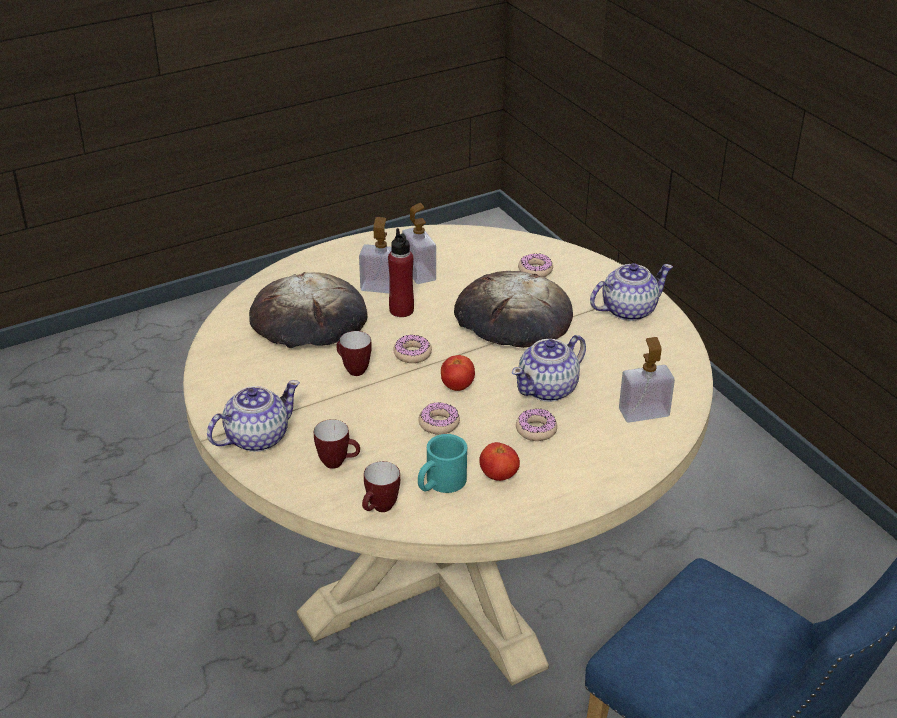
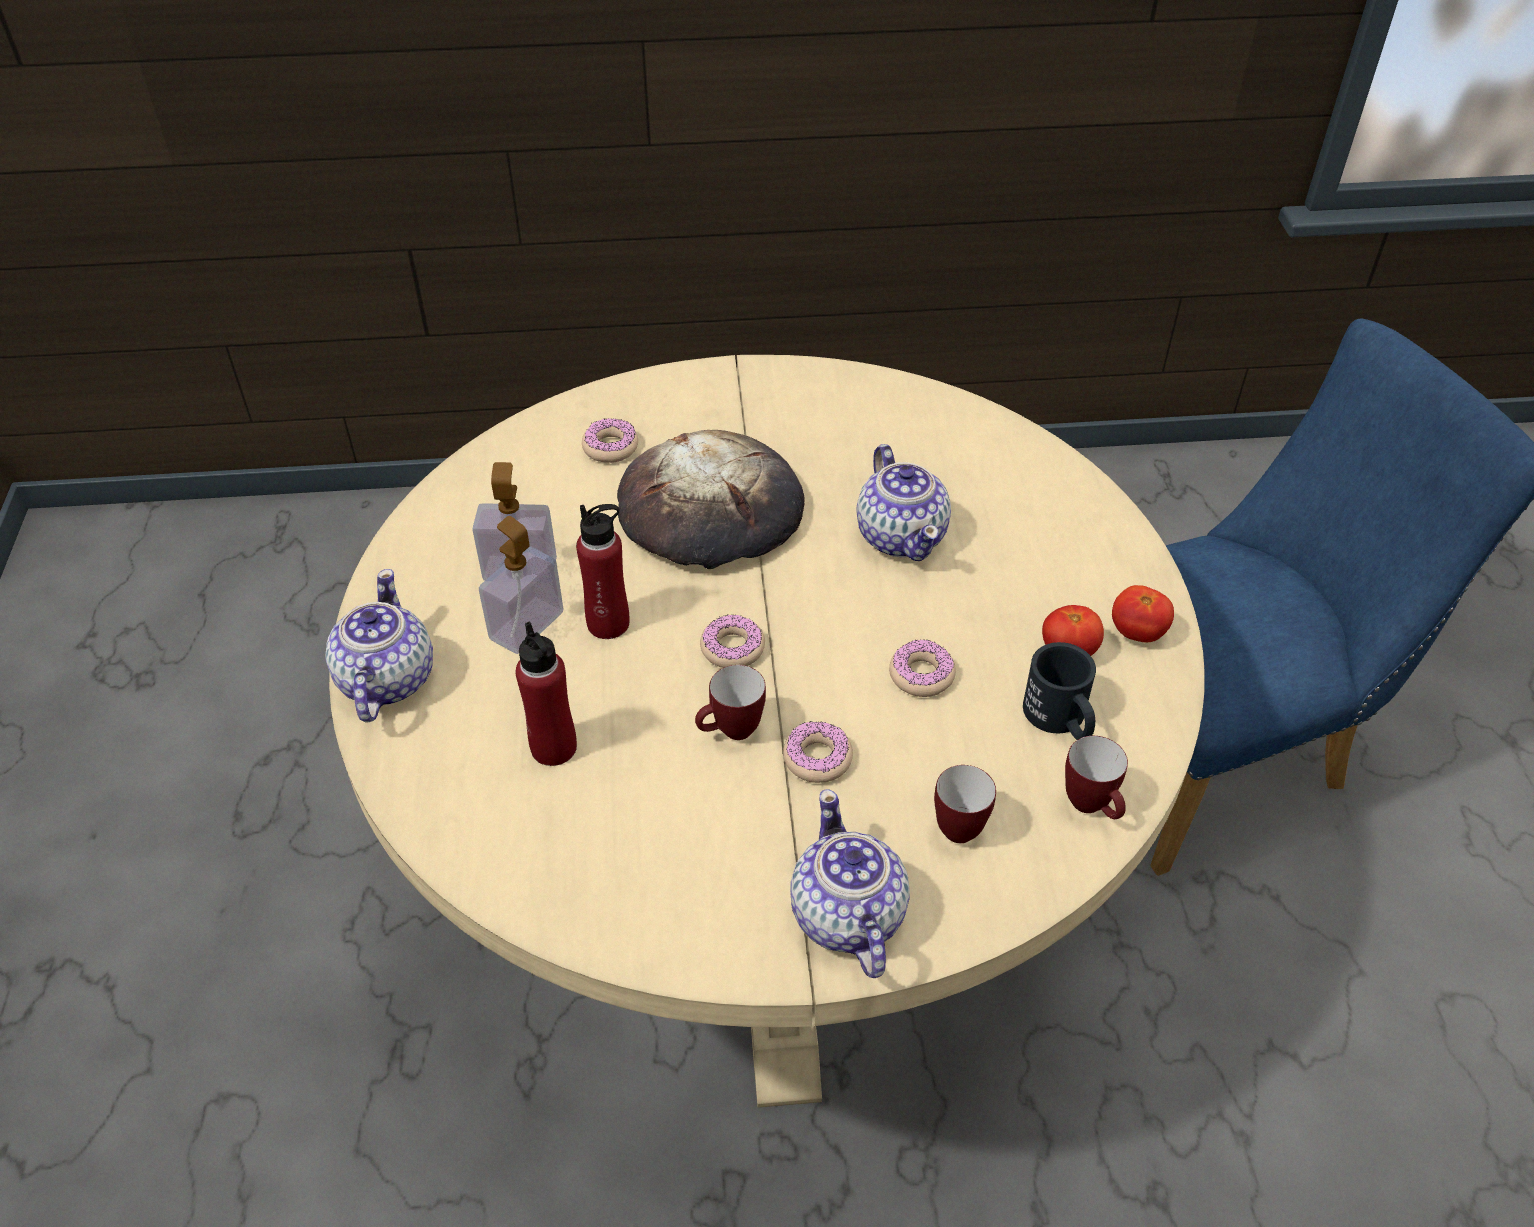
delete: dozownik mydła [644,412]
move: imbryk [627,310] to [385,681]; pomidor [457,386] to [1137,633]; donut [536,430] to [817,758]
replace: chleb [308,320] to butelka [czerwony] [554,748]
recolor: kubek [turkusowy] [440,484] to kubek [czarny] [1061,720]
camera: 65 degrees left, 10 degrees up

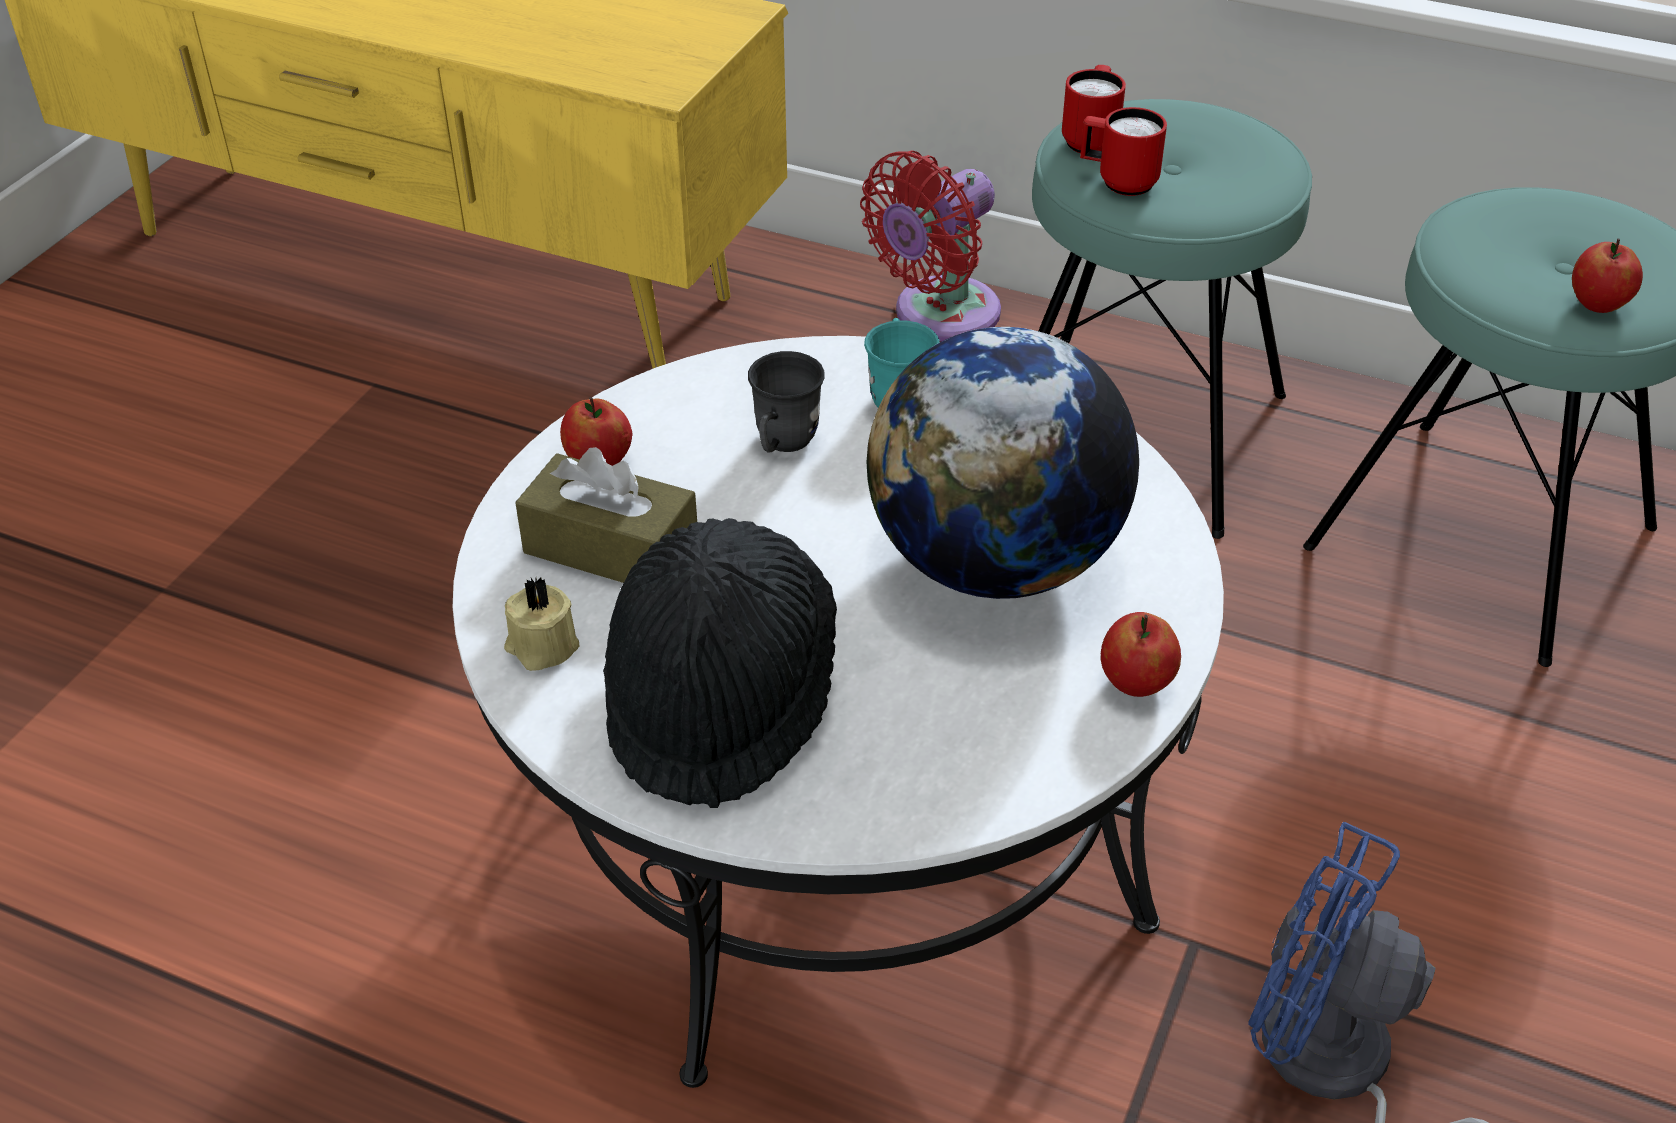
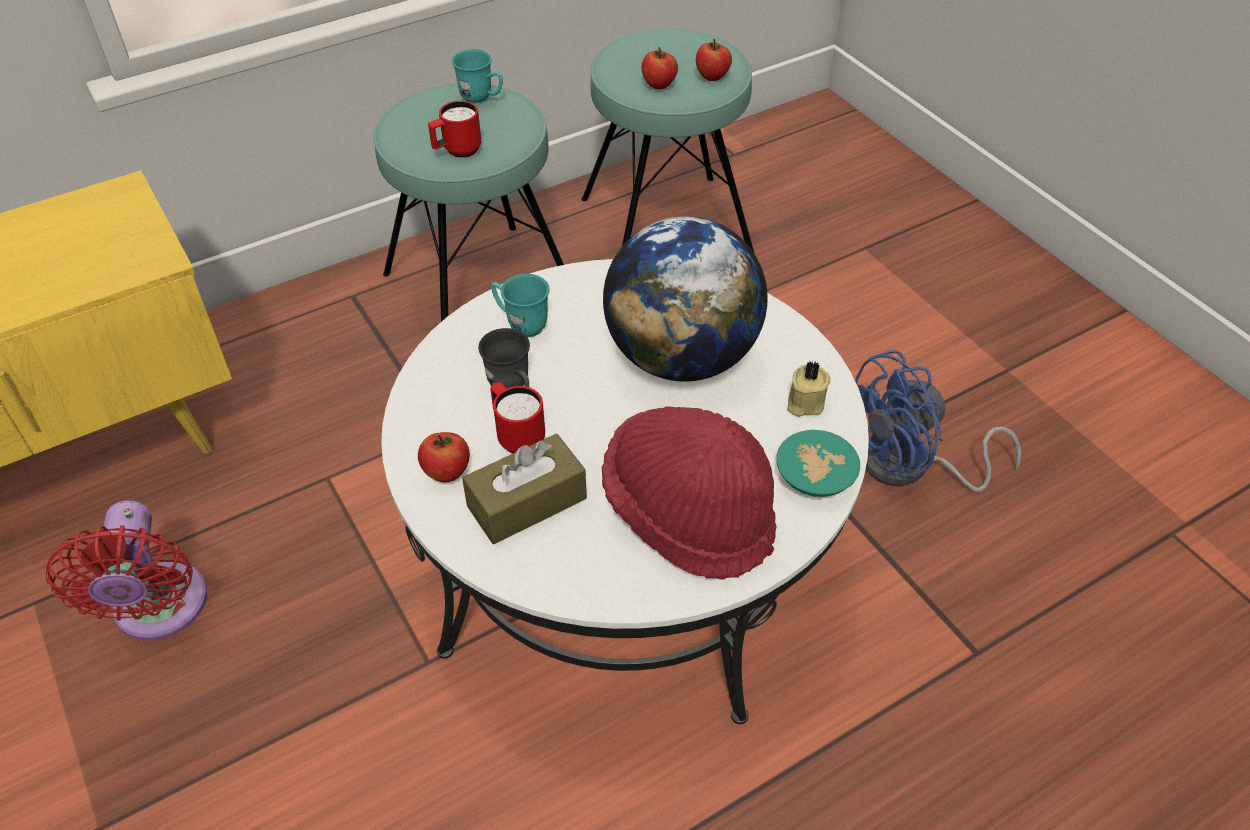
insert: kubek [turkusowy] [482,98]; miska [turkusowy] [814,479]
move: kubek [czerwony] [1091,139] to [517,436]; wentylator [czerwony] [939,316] to [159,611]; świeca [beżowy] [541,647] to [804,403]; jabłko [1136,683] to [659,85]
recolor: kapelusz [czarny] [720,699] to kapelusz [czerwony] [689,513]
camera: 55 degrees left, 5 degrees up

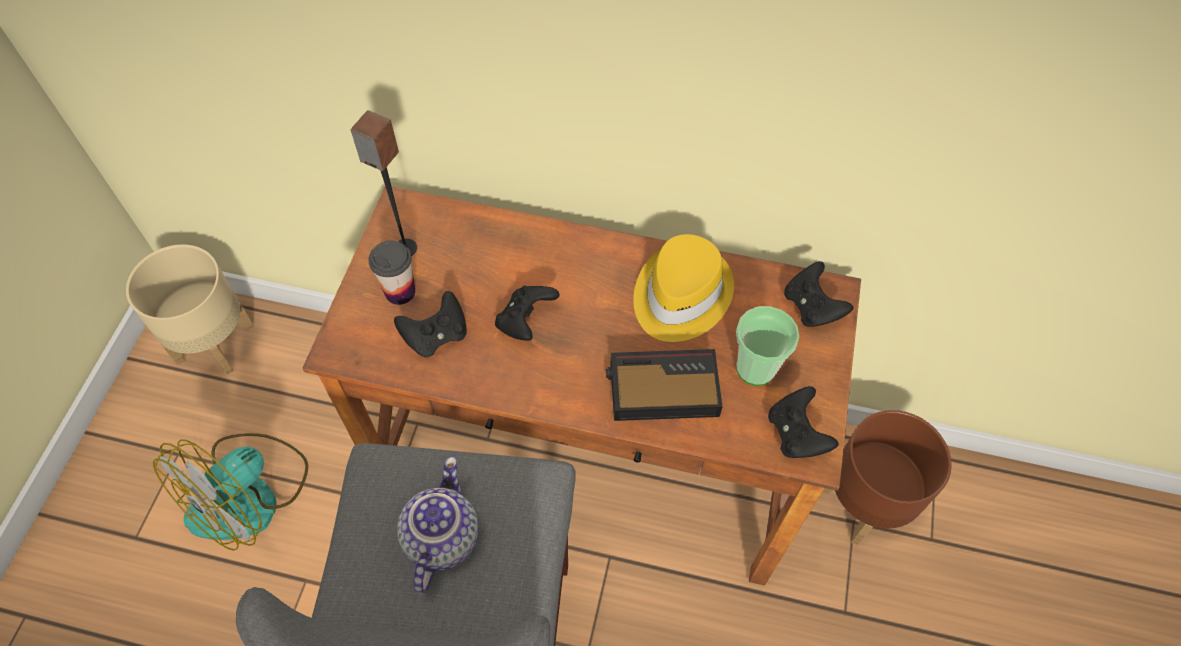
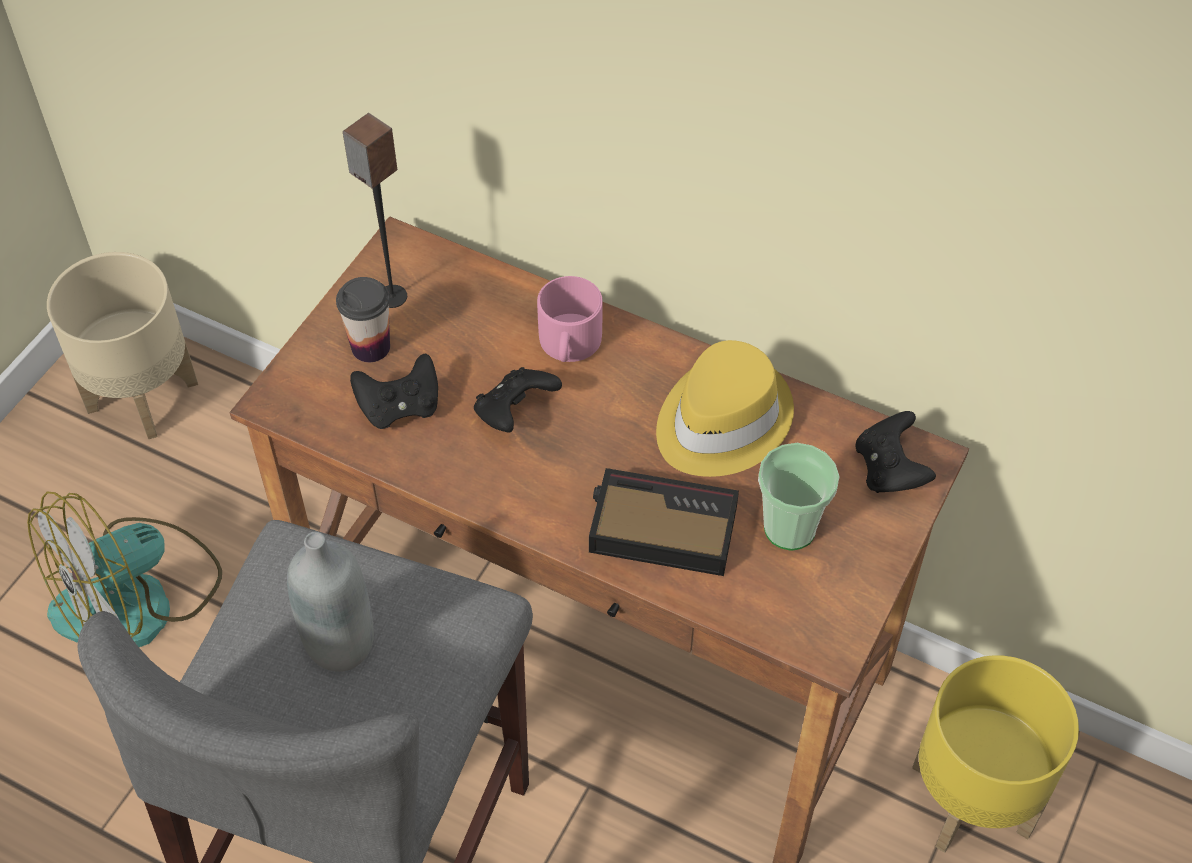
delete: pad do gier [czarny] [796,434]
insert: kubek [różowy] [569,344]
replace: imbryk [440,537] to butelka [szary] [340,644]
recolor: donica [brązowy] [865,502] to donica [żółty] [973,799]
camera: 15 degrees right, 5 degrees down

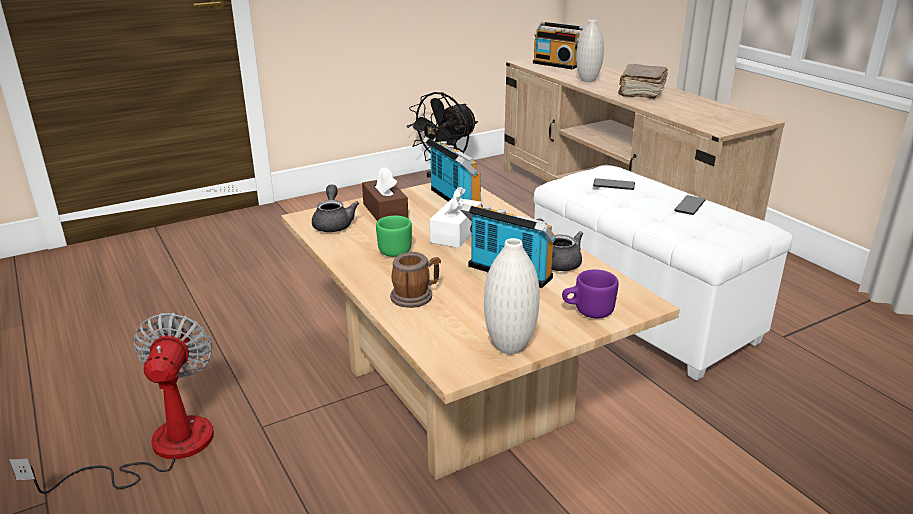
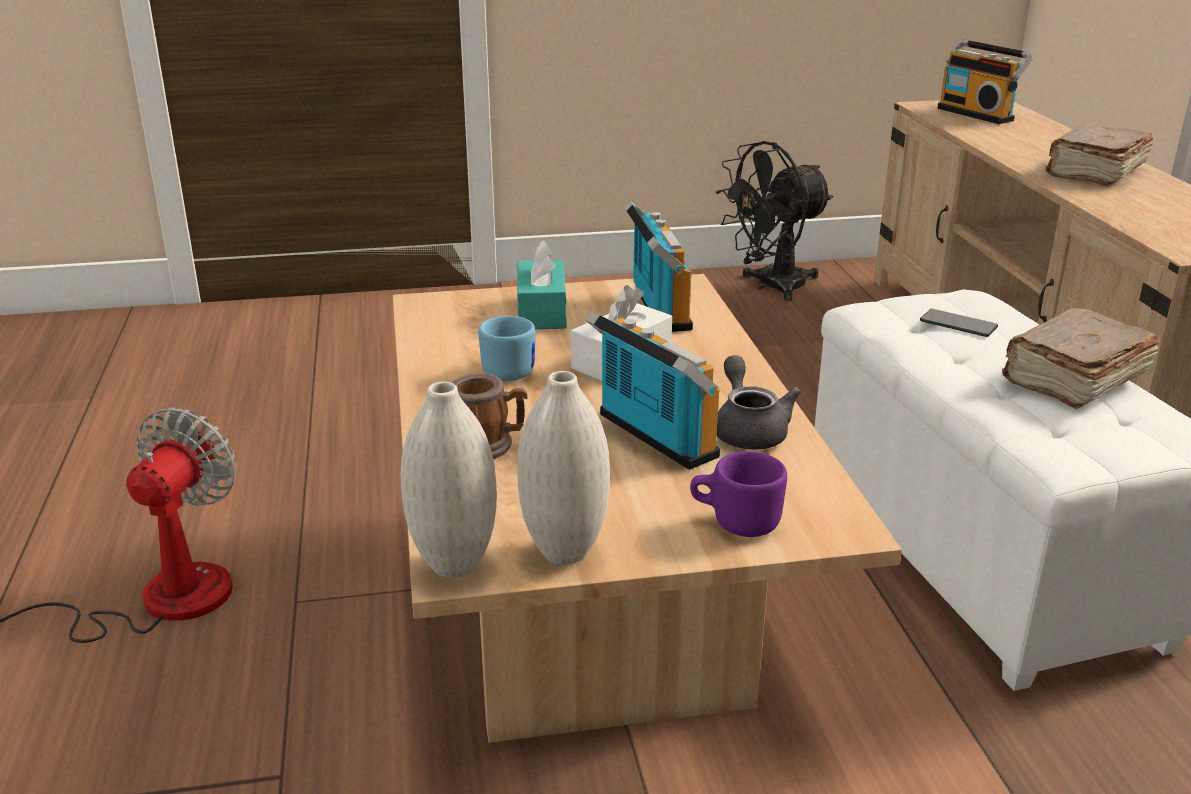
delete: imbryk [szary] [333,223]
move: wazon [biały] [587,80] to [454,565]
replace: telefon [689,206] to książka [brązowy] [1073,379]
recolor: pudełko chusteczek [brązowy] [385,211] to pudełko chusteczek [turkusowy] [541,311]; kubek [zielony] [392,249] to kubek [niebieski] [507,369]
camera: 20 degrees right, 0 degrees up

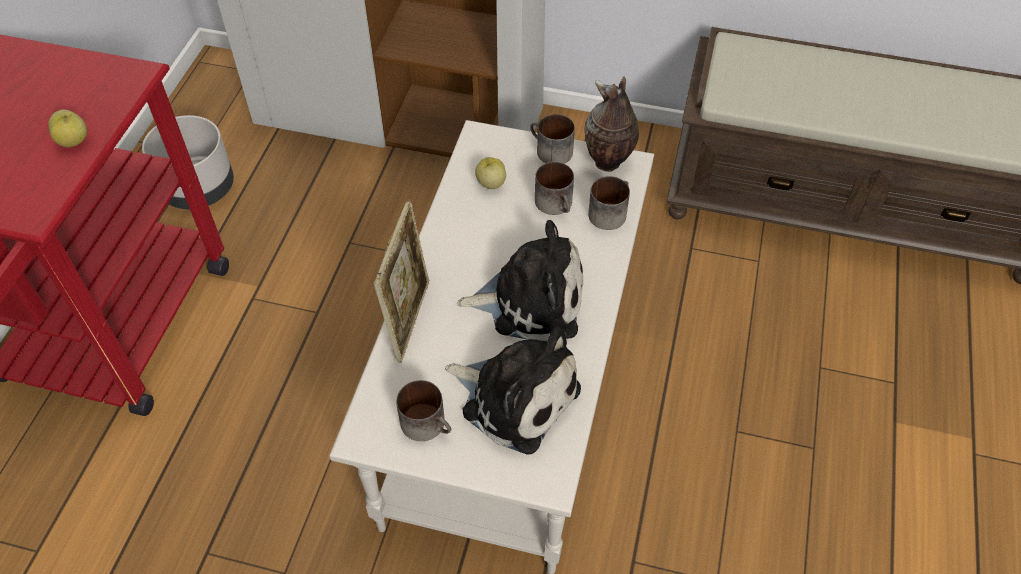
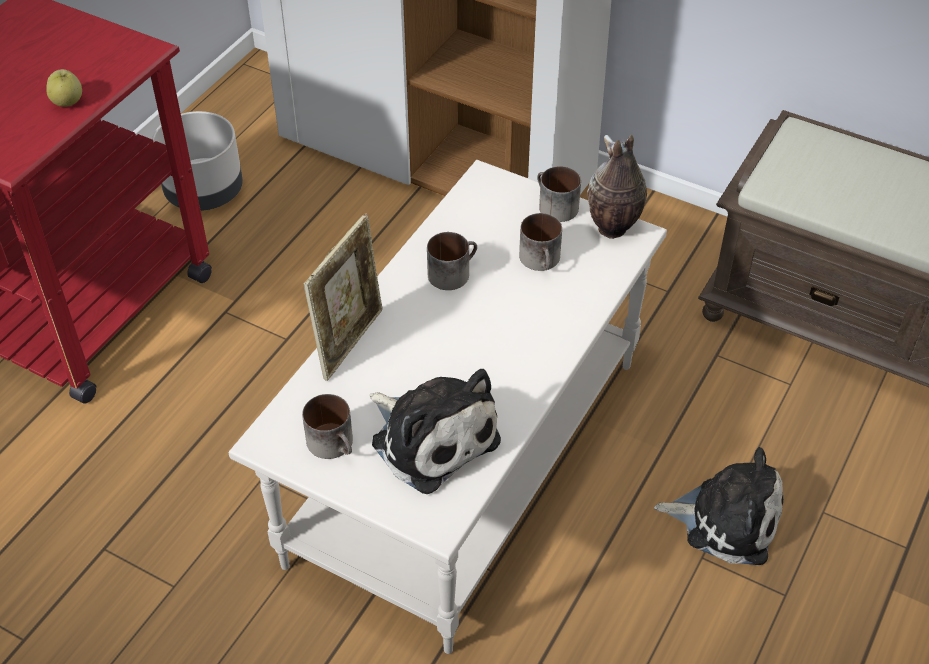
delete: jabłko [490,183]
move: kubek [609,211] to [452,272]; pluszak [530,300] to [726,519]
camera: 15 degrees right, 5 degrees down

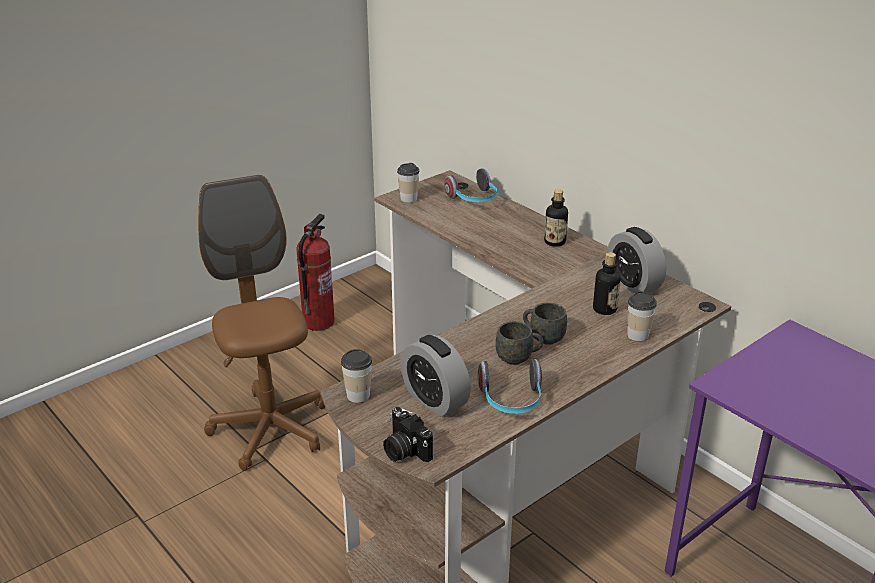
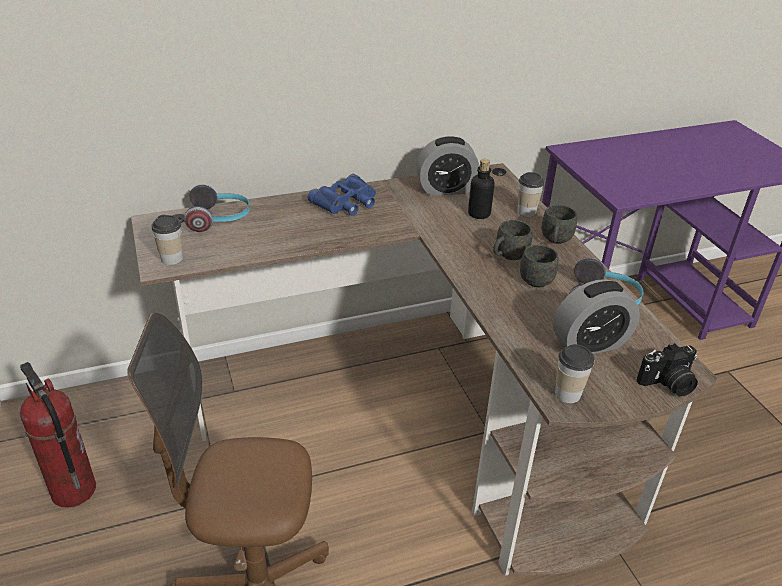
insert: kubek [szary] [555,240]
replace: butelka [554,242] to lornetka [niebieski] [346,202]
camera: 70 degrees left, 5 degrees up

